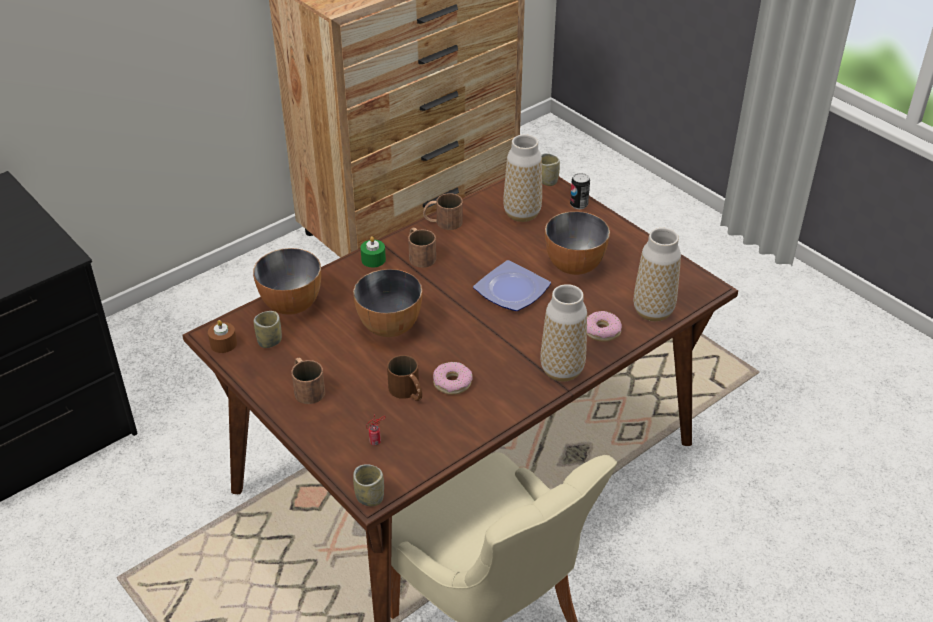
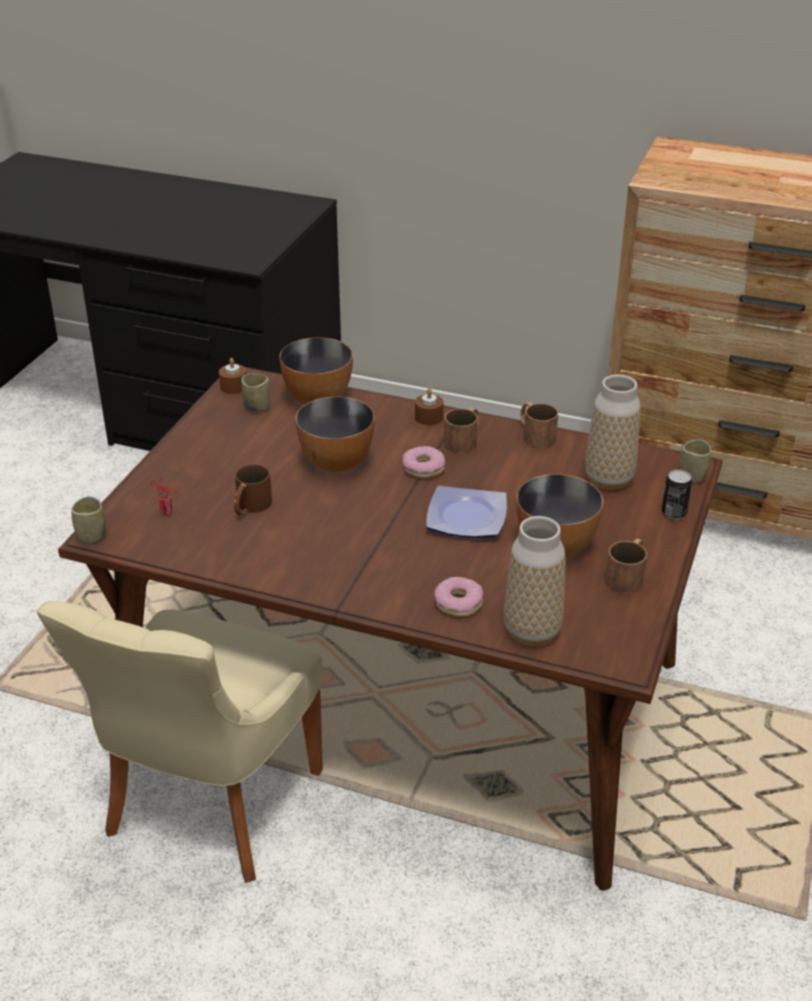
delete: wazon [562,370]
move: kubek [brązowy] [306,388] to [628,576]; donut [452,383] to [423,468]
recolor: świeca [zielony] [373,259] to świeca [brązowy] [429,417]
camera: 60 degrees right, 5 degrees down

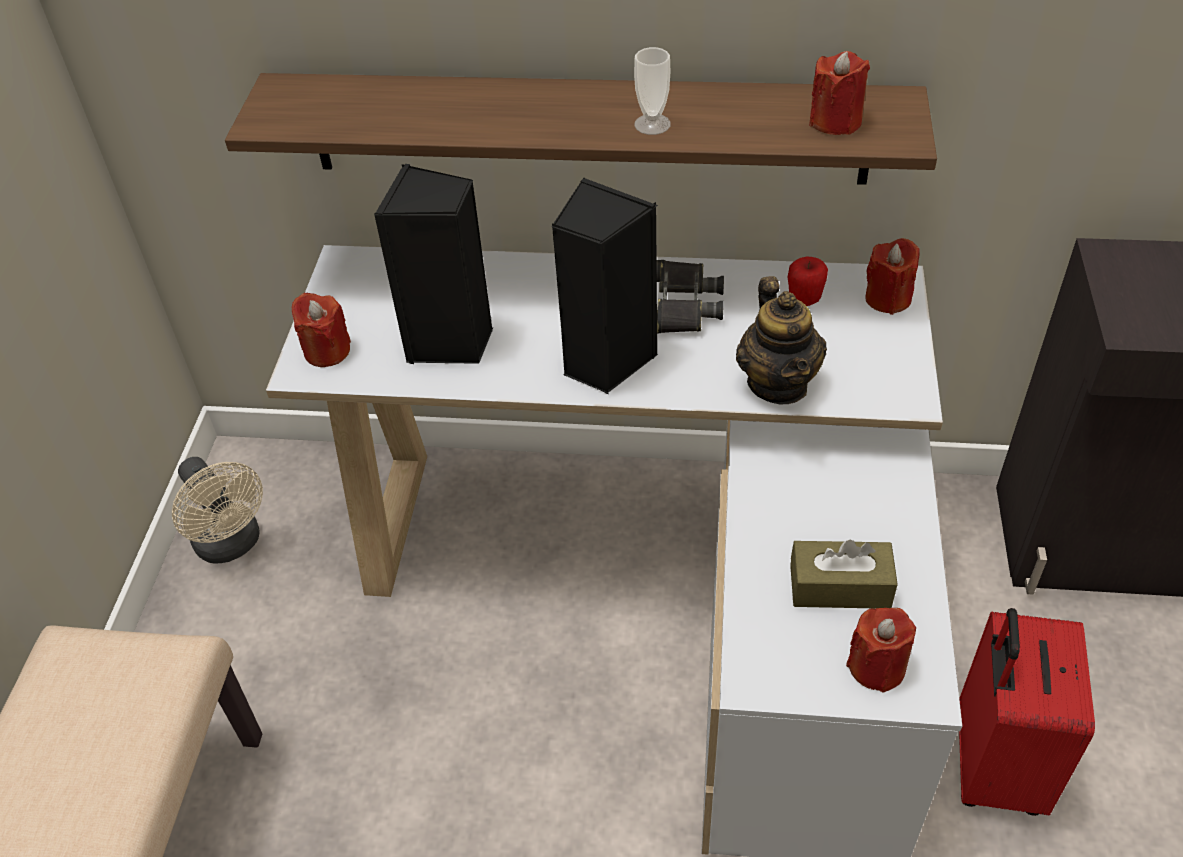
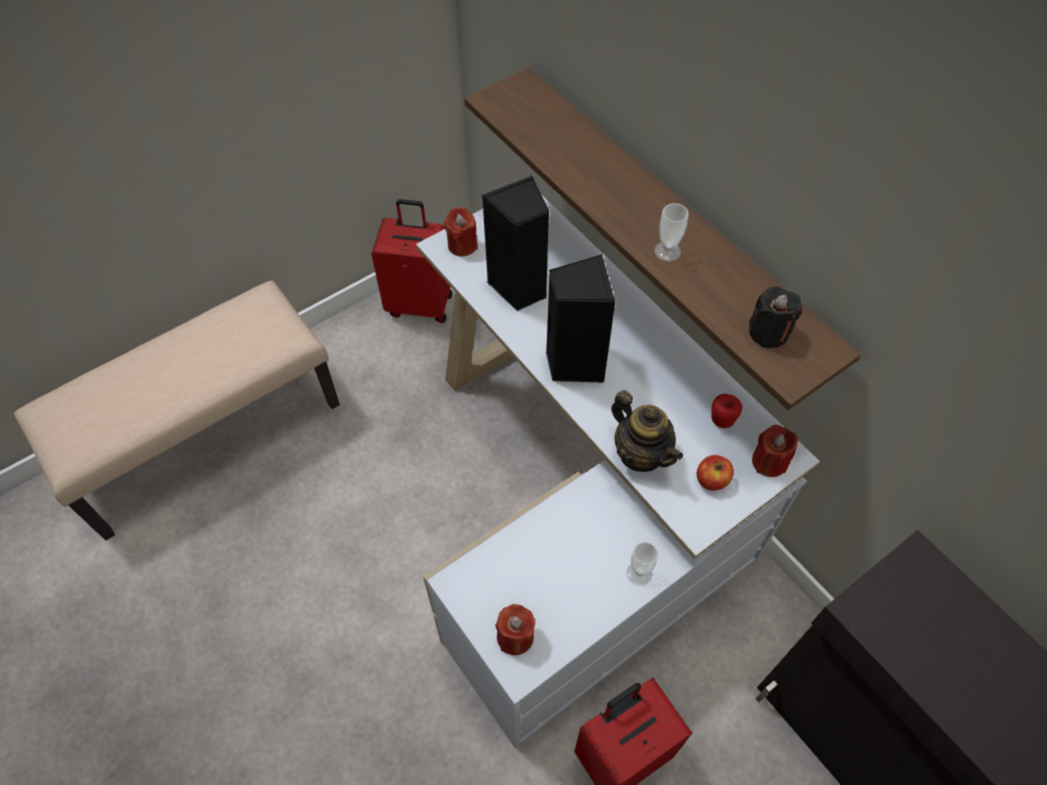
delete: lornetka [czarny] [683,305]; pudełko chusteczek [brązowy] [840,587]
insert: jabłko [711,480]; filiżanka [639,573]
replace: wentylator [beżowy] [232,544] to walizka [czerwony] [420,303]
recolor: świeca [czerwony] [835,121] to świeca [czarny] [768,332]
rotate: imbryk [778,383] = [641,453] 75 degrees counterclockwise
camera: 45 degrees right, 10 degrees up

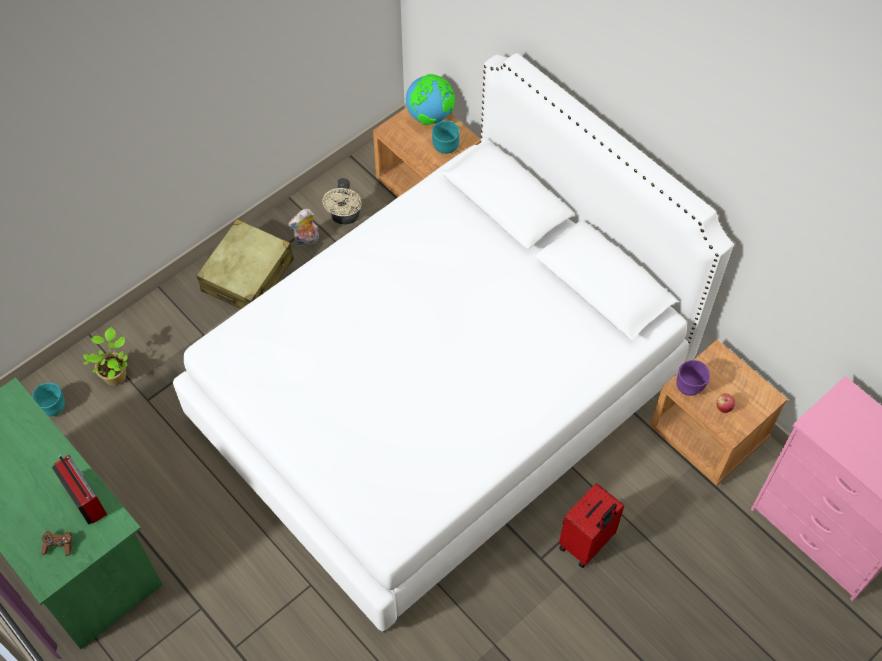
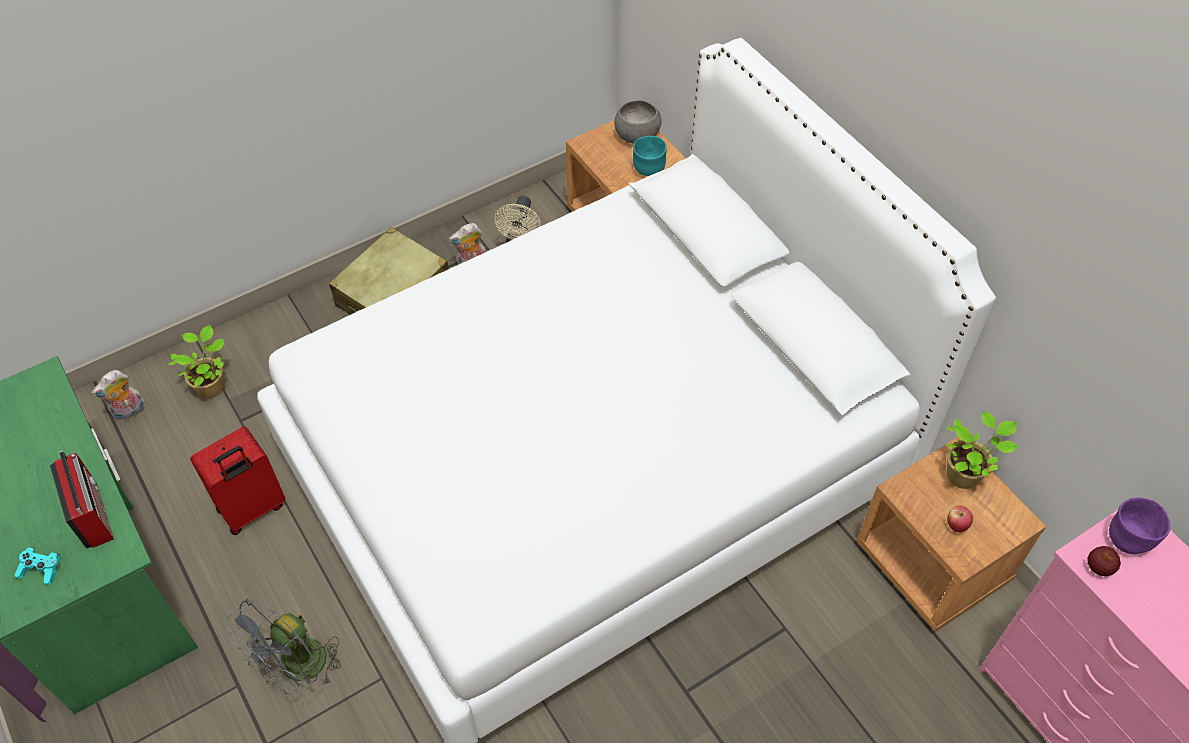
insert: roślina doniczkowa [964,474]; jabłko [1098,568]; wentylator [szary] [297,670]
move: miska [fioletowy] [690,386] to [1129,539]; walizka [czerwony] [587,543] to [252,509]
replace: globus [430,116] to miska [szary] [637,134]; miska [turkusowy] [53,406] to pluszak [129,412]
recolor: pad do gier [brązowy] [58,545] to pad do gier [turkusowy] [41,569]
camera: 10 degrees right, 5 degrees down

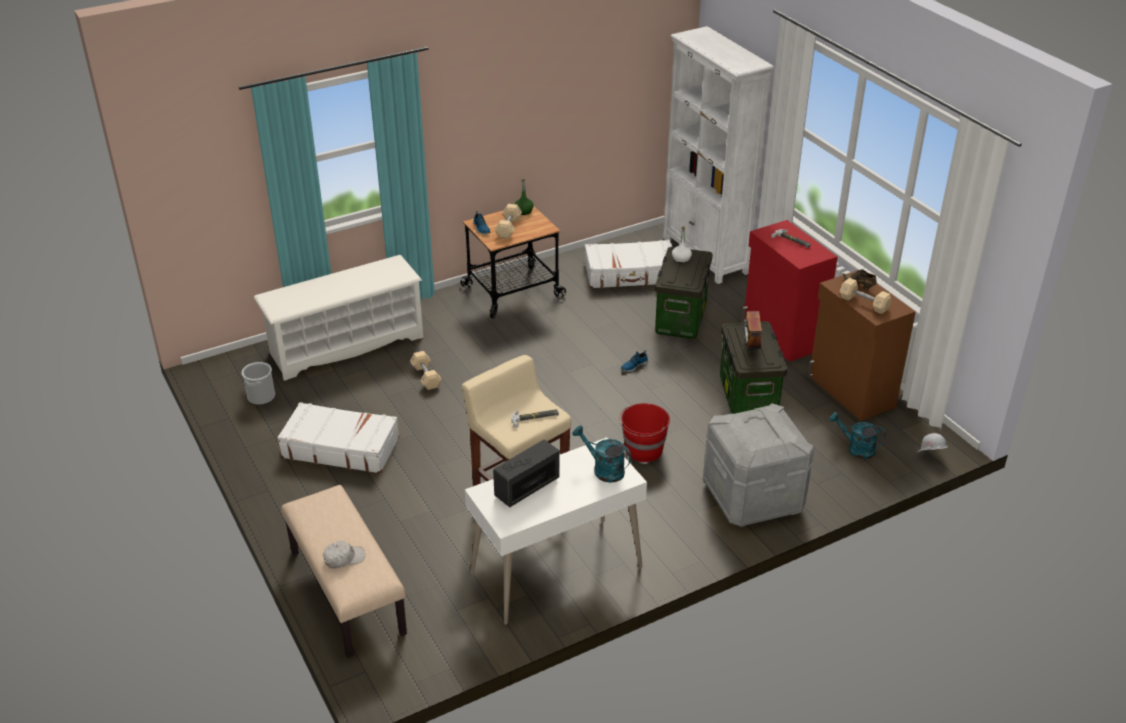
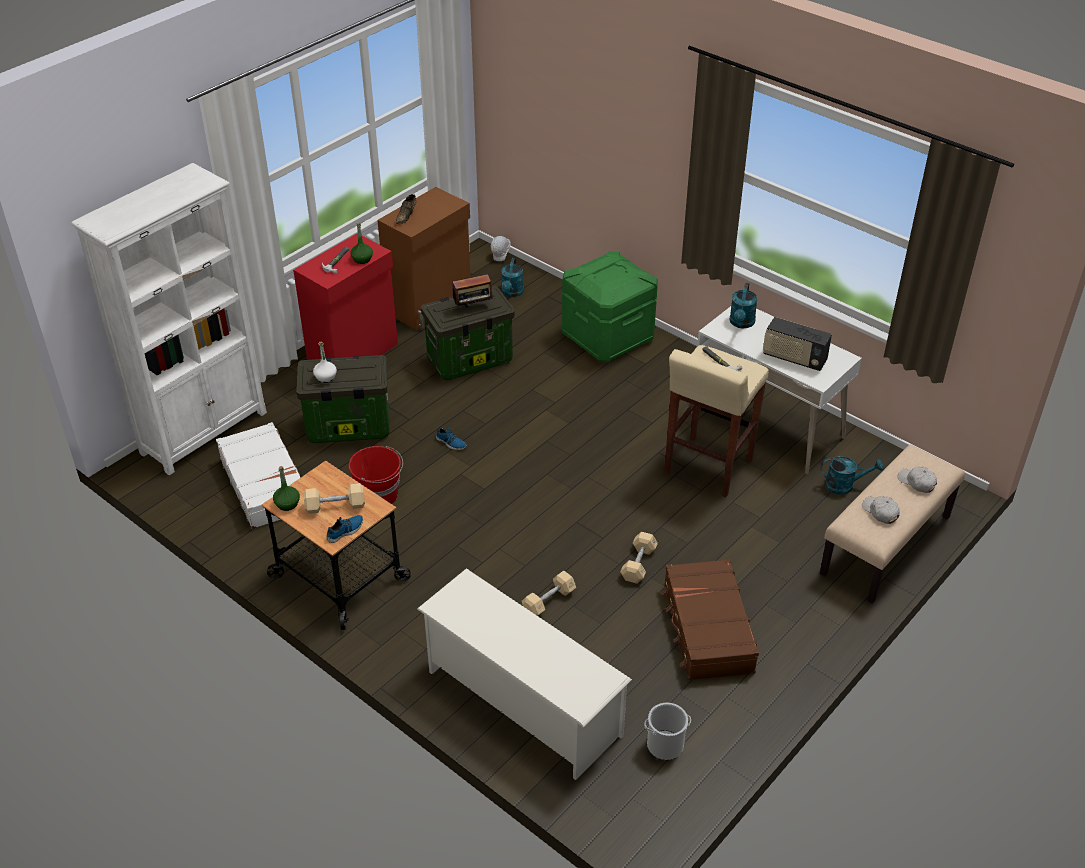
insert: butelka [zielony] [362,259]; konewka [turkusowy] [844,485]; czapka z daszkiem [biały] [880,512]
move: hantel [beżowy] [864,303] to [638,564]; wiadro [czerwony] [643,450] to [379,495]
recolor: walizka [biały] [340,447] to walizka [brązowy] [707,629]; pojemnik do przechowywania [szary] [753,497] to pojemnik do przechowywania [zielony] [607,337]
camera: 110 degrees left, 5 degrees up

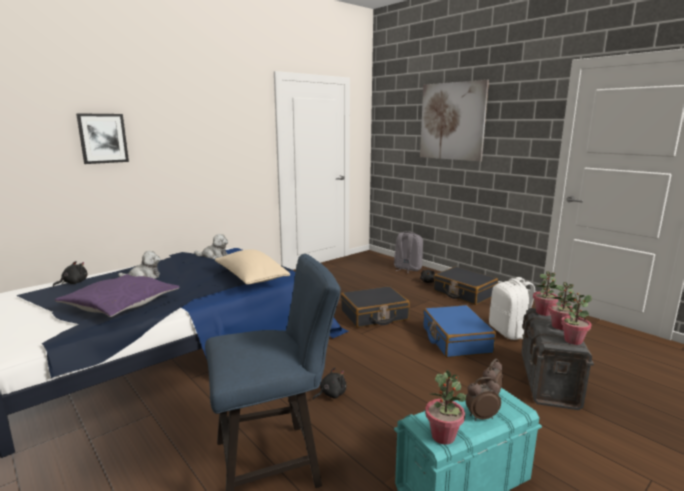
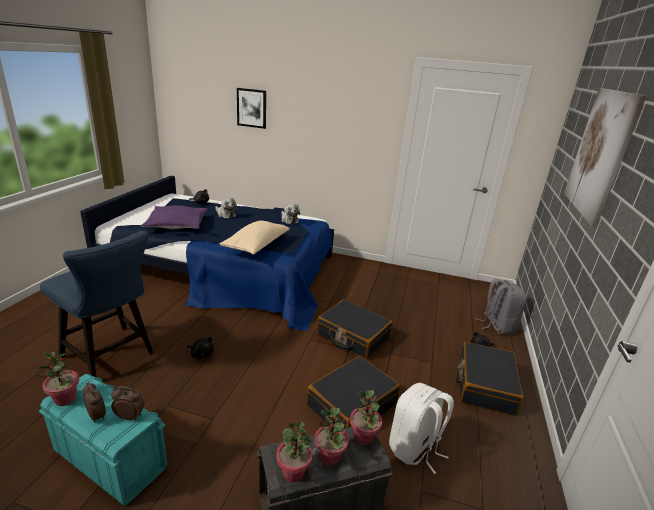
recolor: walizka [niebieski] [455,340] to walizka [czarny] [351,404]
camera: 55 degrees right, 10 degrees up

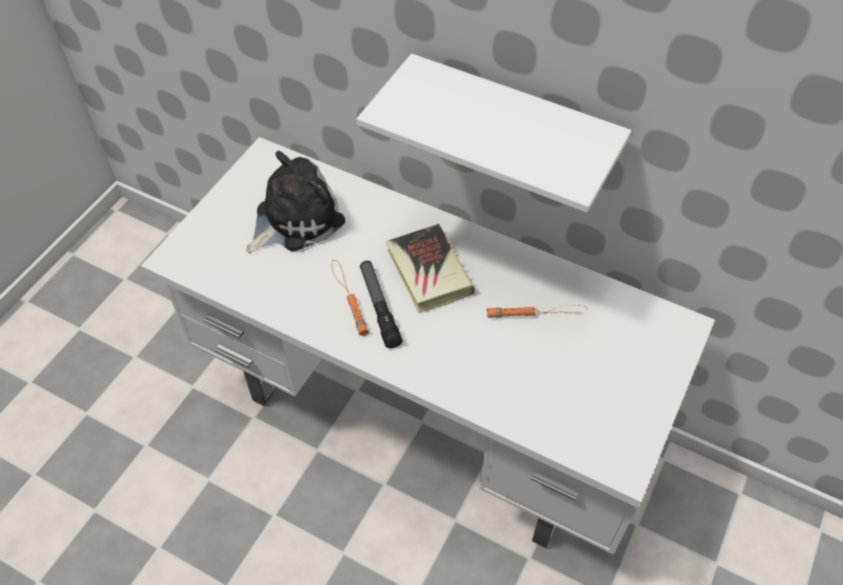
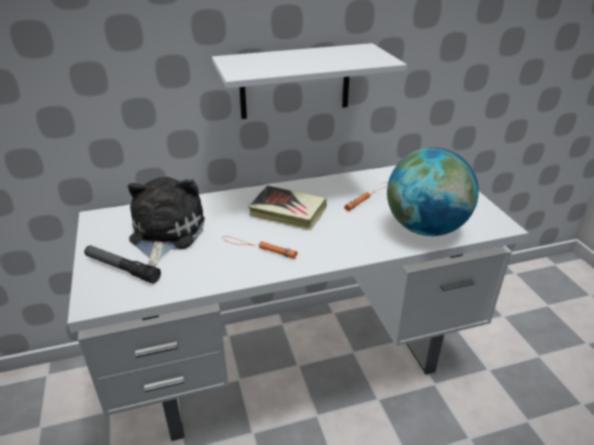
insert: globus [425,228]
move: latarka [379,307] to [122,268]
camera: 45 degrees left, 20 degrees down

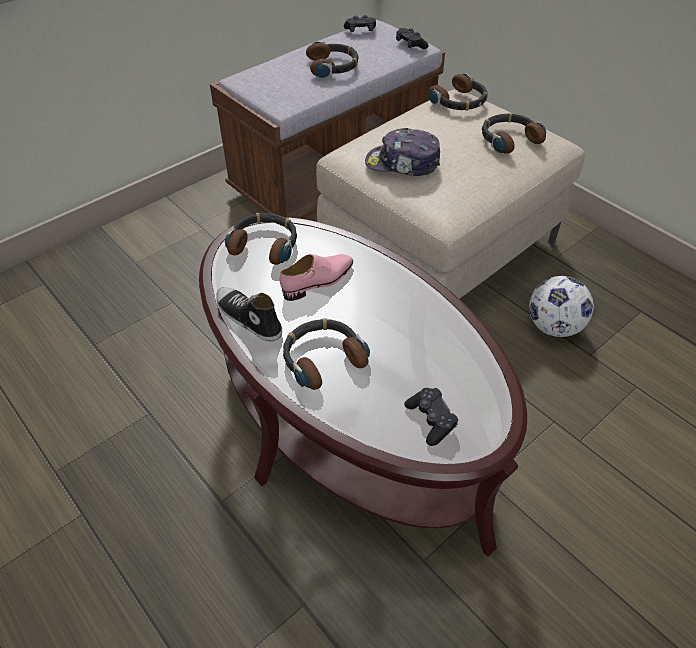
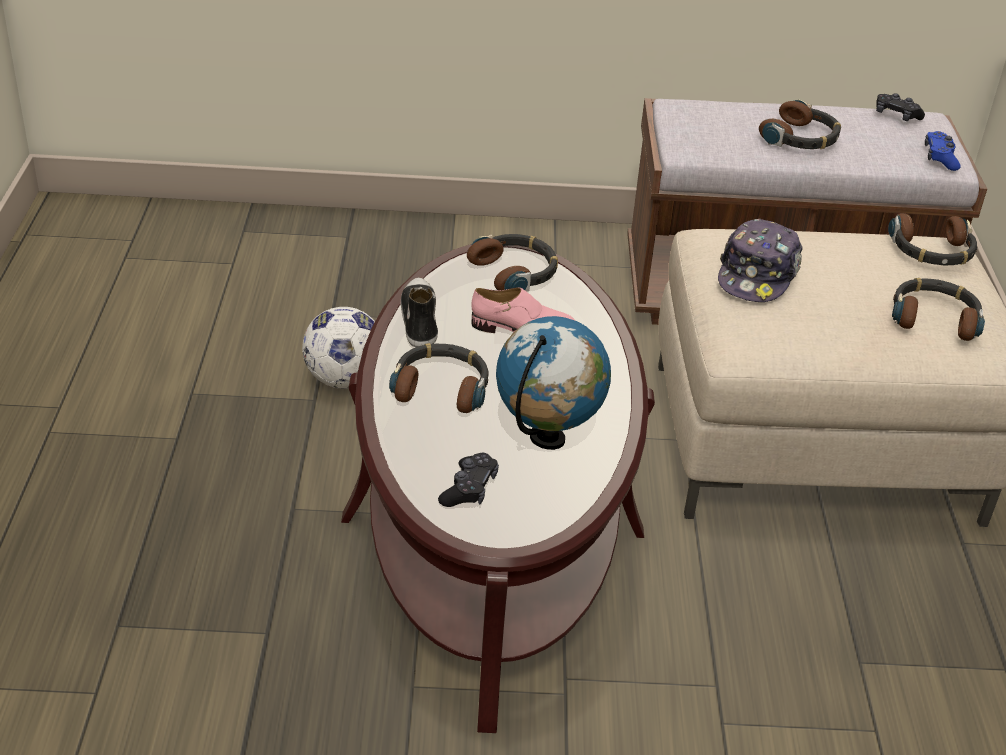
insert: globus [547,439]
move: piłka futbolowa [553,327] to [344,379]
recolor: pad do gier [czarny] [410,45] to pad do gier [niebieski] [940,158]
rotate: czapka z daszkiem [402,164] = [757,275] 120 degrees counterclockwise
camera: 40 degrees right, 10 degrees down

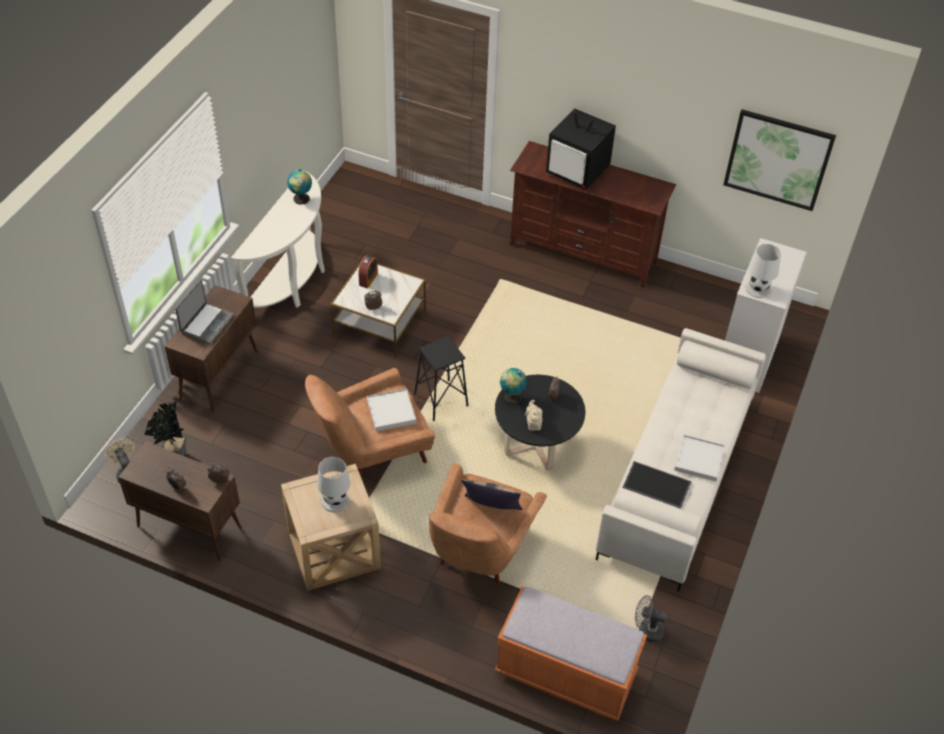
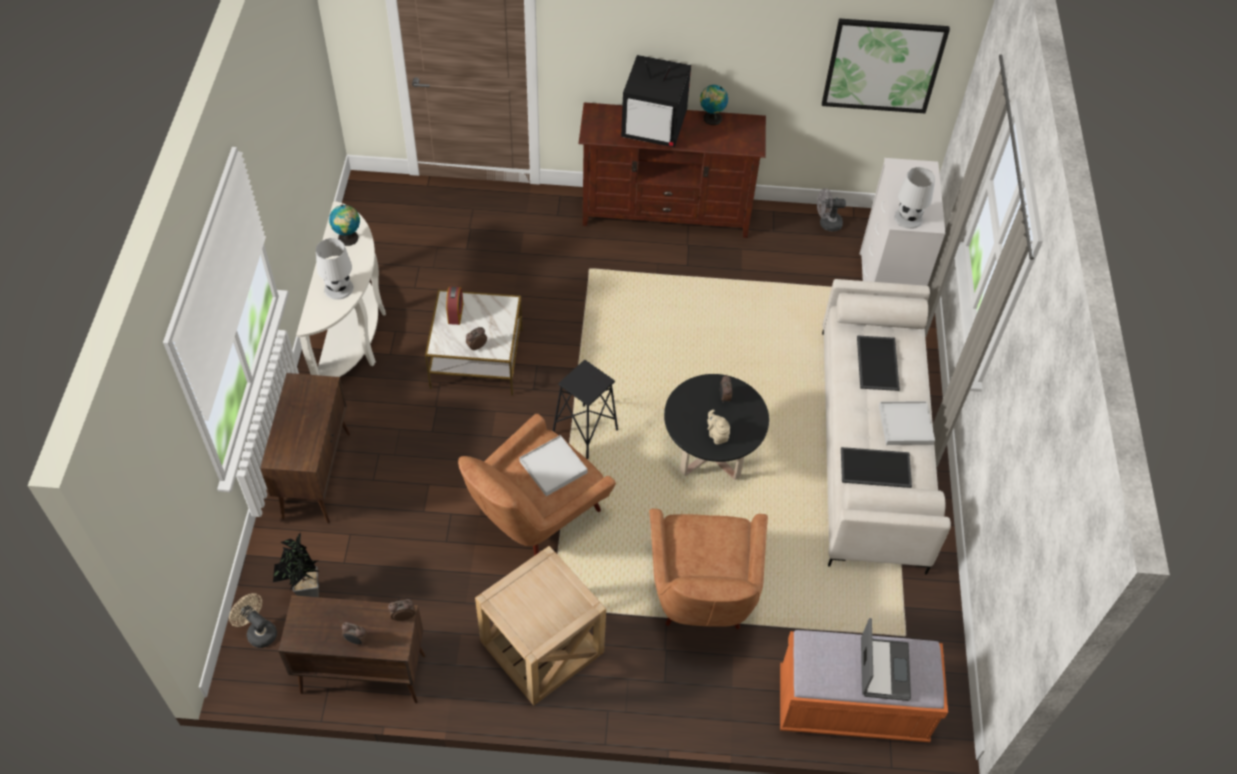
delete: poduszka [491,510]
insert: taca [876,362]
move: laptop [206,323] to [883,669]; globus [511,397] to [711,119]; lampa stołowa [biały] [335,500] to [339,288]; wentylator [szary] [646,630] to [826,223]
camera: 20 degrees left, 5 degrees up

